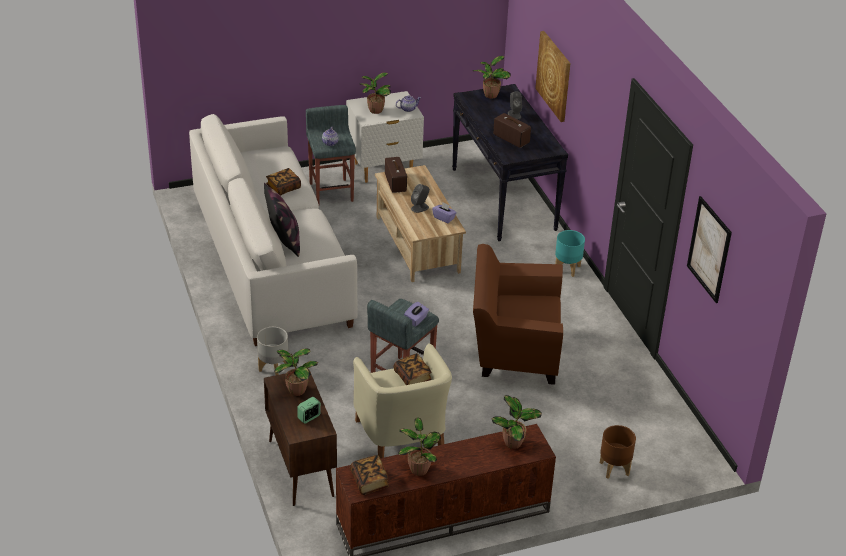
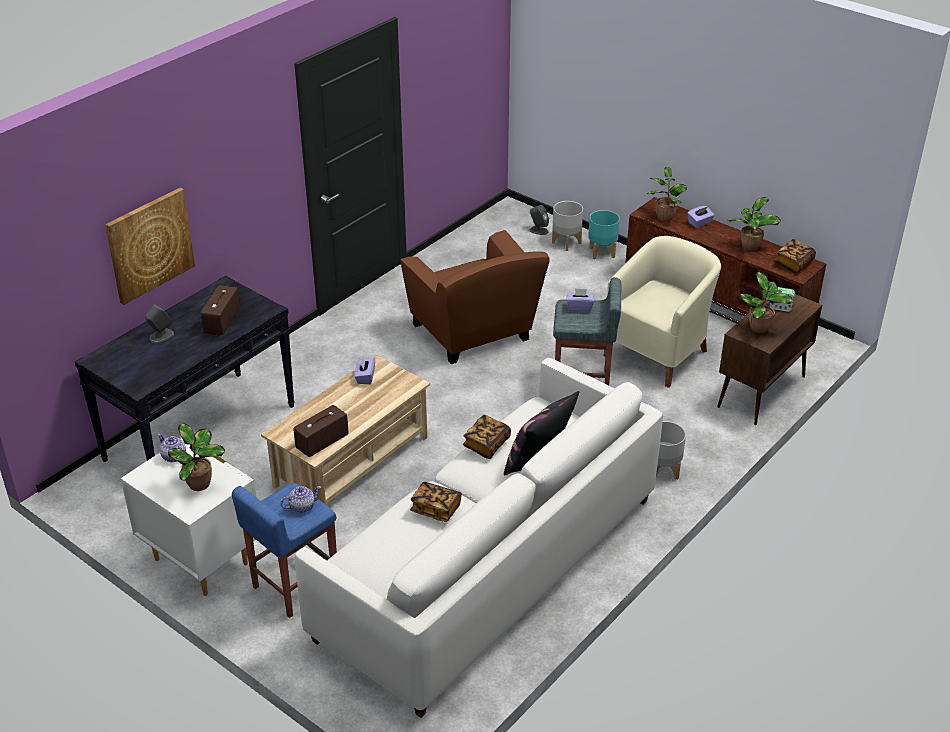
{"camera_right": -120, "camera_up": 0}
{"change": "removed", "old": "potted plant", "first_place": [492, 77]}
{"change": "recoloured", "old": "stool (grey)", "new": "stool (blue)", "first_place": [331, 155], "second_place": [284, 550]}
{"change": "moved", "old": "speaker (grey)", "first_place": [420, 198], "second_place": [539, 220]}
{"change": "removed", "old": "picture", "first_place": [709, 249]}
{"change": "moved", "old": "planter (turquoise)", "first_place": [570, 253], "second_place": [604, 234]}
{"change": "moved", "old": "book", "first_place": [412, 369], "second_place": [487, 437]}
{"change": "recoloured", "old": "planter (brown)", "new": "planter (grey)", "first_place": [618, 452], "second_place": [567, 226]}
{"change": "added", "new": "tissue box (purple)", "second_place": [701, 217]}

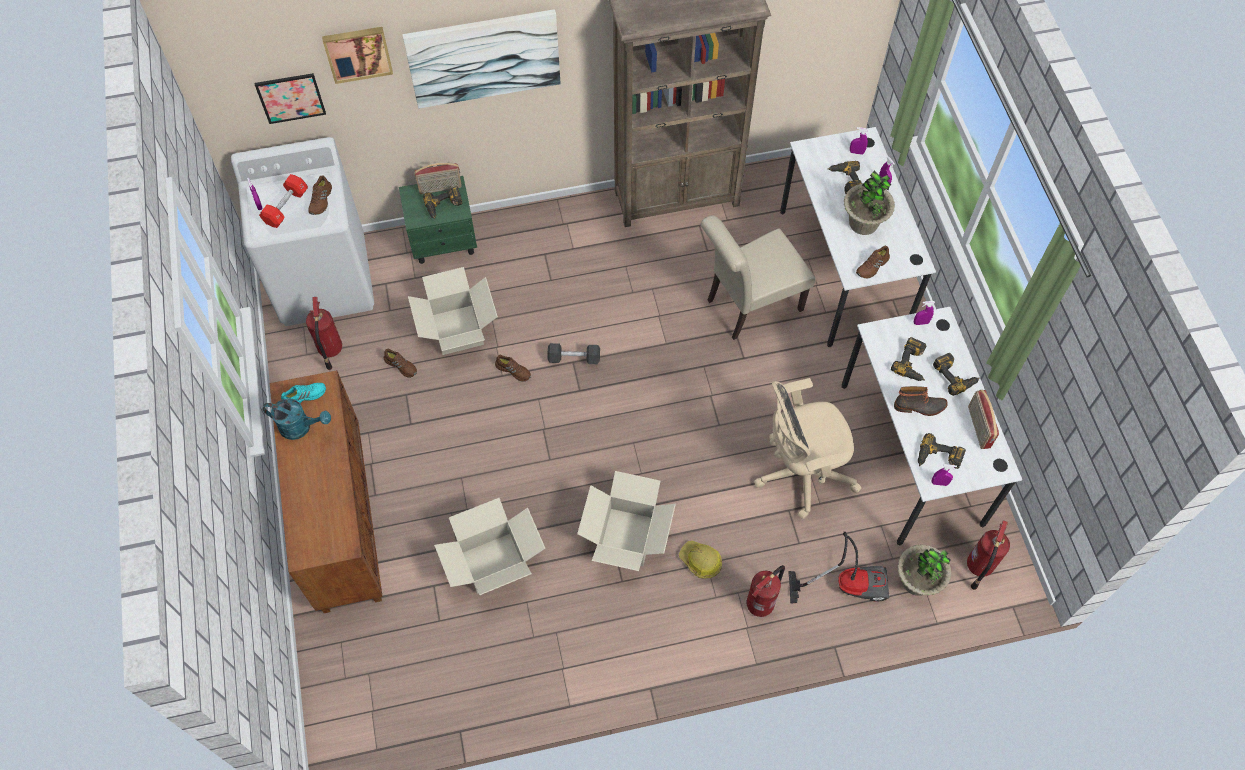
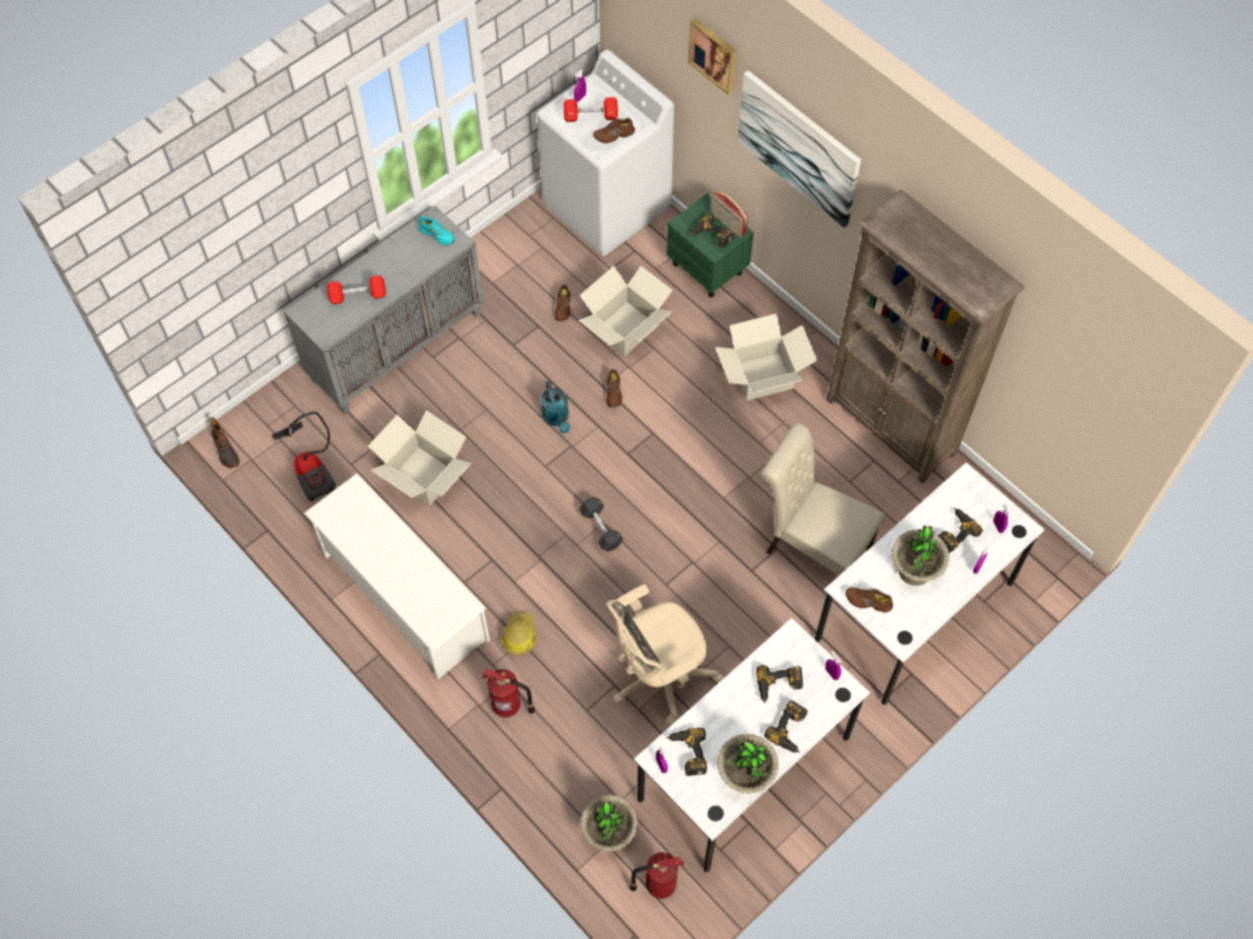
{"camera_right": 60, "camera_up": 0}
{"change": "removed", "old": "picture", "first_place": [290, 98]}
{"change": "removed", "old": "fire extinguisher", "first_place": [324, 333]}
{"change": "moved", "old": "dumbbell (black)", "first_place": [573, 353], "second_place": [601, 524]}
{"change": "recoloured", "old": "cabinet (brown)", "new": "cabinet (grey)", "first_place": [326, 491], "second_place": [384, 310]}
{"change": "turned", "old": "office chair (beige)", "first_place": [807, 448], "second_place": [666, 655], "degrees": -75}
{"change": "moved", "old": "boot", "first_place": [921, 401], "second_place": [225, 442]}
{"change": "replaced", "old": "radio", "new": "potted plant", "first_place": [983, 419], "second_place": [748, 764]}
{"change": "moved", "old": "watering can (turquoise)", "first_place": [296, 419], "second_place": [555, 407]}
{"change": "moved", "old": "cardboard box", "first_place": [626, 521], "second_place": [766, 357]}
{"change": "moved", "old": "vacuum cleaner", "first_place": [838, 567], "second_place": [304, 457]}
{"change": "added", "new": "dumbbell (red)", "second_place": [356, 290]}
{"change": "added", "new": "shoe rack (white)", "second_place": [397, 576]}

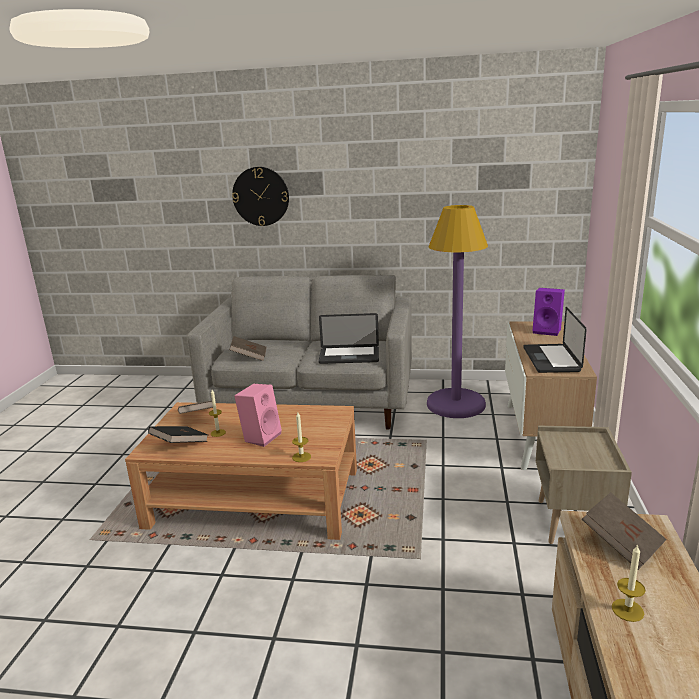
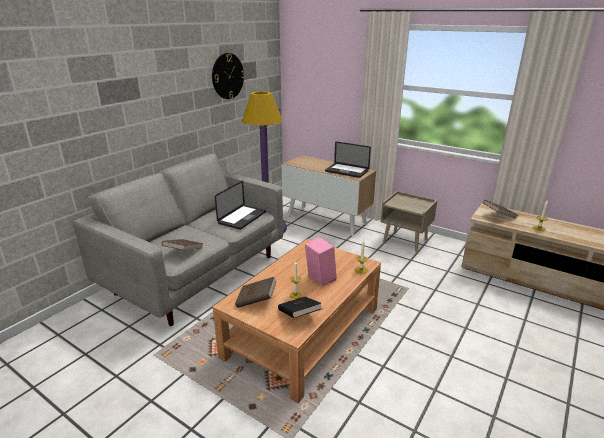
{"camera_right": -65, "camera_up": 5}
{"change": "moved", "old": "wall clock", "first_place": [260, 196], "second_place": [228, 76]}
{"change": "removed", "old": "speaker (purple)", "first_place": [548, 312]}

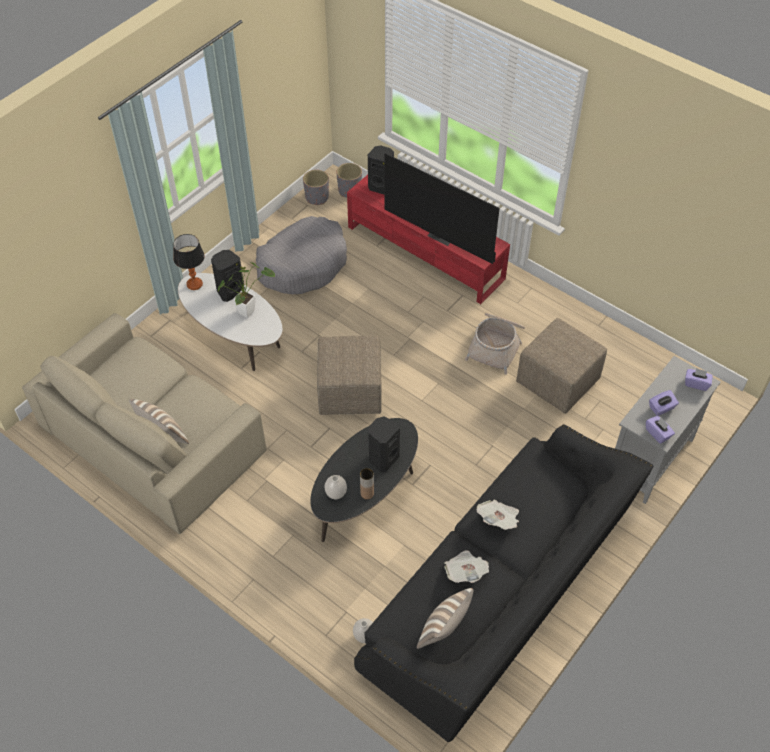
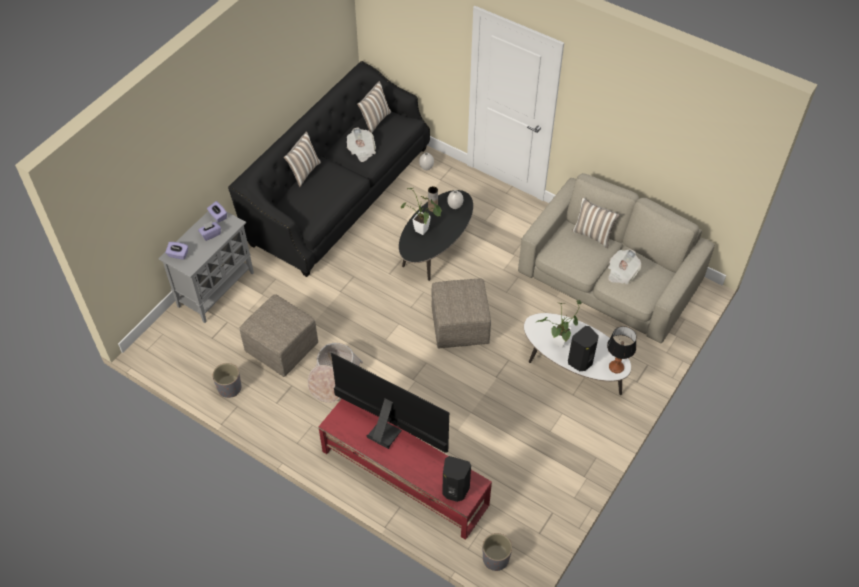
{"camera_right": 175, "camera_up": 0}
{"change": "moved", "old": "planter (grey)", "first_place": [316, 187], "second_place": [227, 380]}
{"change": "removed", "old": "dog bed (grey)", "first_place": [301, 255]}
{"change": "replaced", "old": "speaker (black)", "new": "potted plant", "first_place": [384, 444], "second_place": [421, 211]}
{"change": "moved", "old": "newspaper", "first_place": [498, 515], "second_place": [624, 266]}
{"change": "added", "new": "pillow", "second_place": [302, 159]}

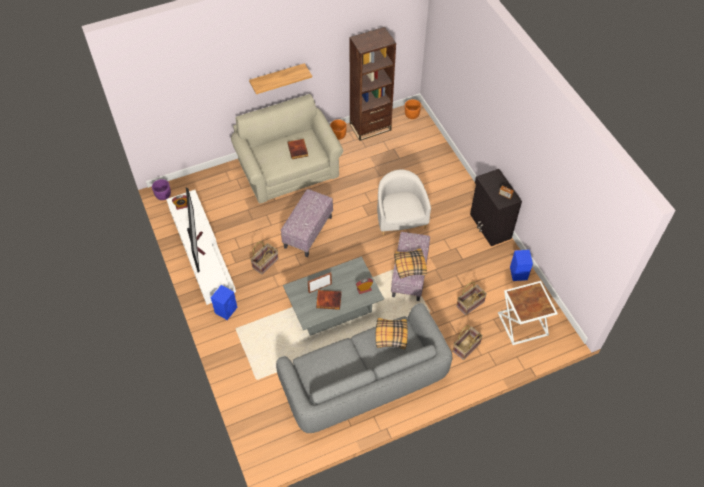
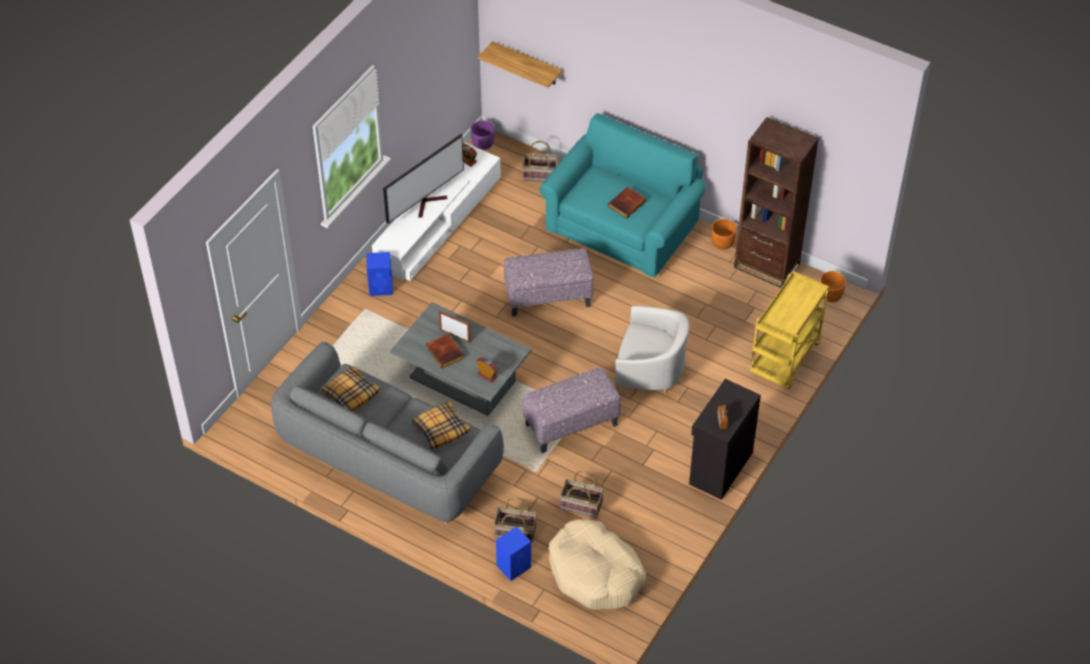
{"camera_right": 55, "camera_up": -5}
{"change": "moved", "old": "shelf", "first_place": [280, 78], "second_place": [520, 64]}
{"change": "recoloured", "old": "sofa (beige)", "new": "sofa (turquoise)", "first_place": [287, 149], "second_place": [623, 195]}
{"change": "turned", "old": "armchair (white)", "first_place": [404, 202], "second_place": [652, 349], "degrees": 60}
{"change": "moved", "old": "basket", "first_place": [264, 258], "second_place": [540, 161]}
{"change": "moved", "old": "pillow", "first_place": [410, 263], "second_place": [350, 388]}
{"change": "moved", "old": "speaker (blue)", "first_place": [521, 265], "second_place": [513, 554]}
{"change": "replaced", "old": "side table (white)", "new": "dog bed (beige)", "first_place": [528, 313], "second_place": [597, 564]}
{"change": "added", "new": "cart (yellow)", "second_place": [789, 330]}

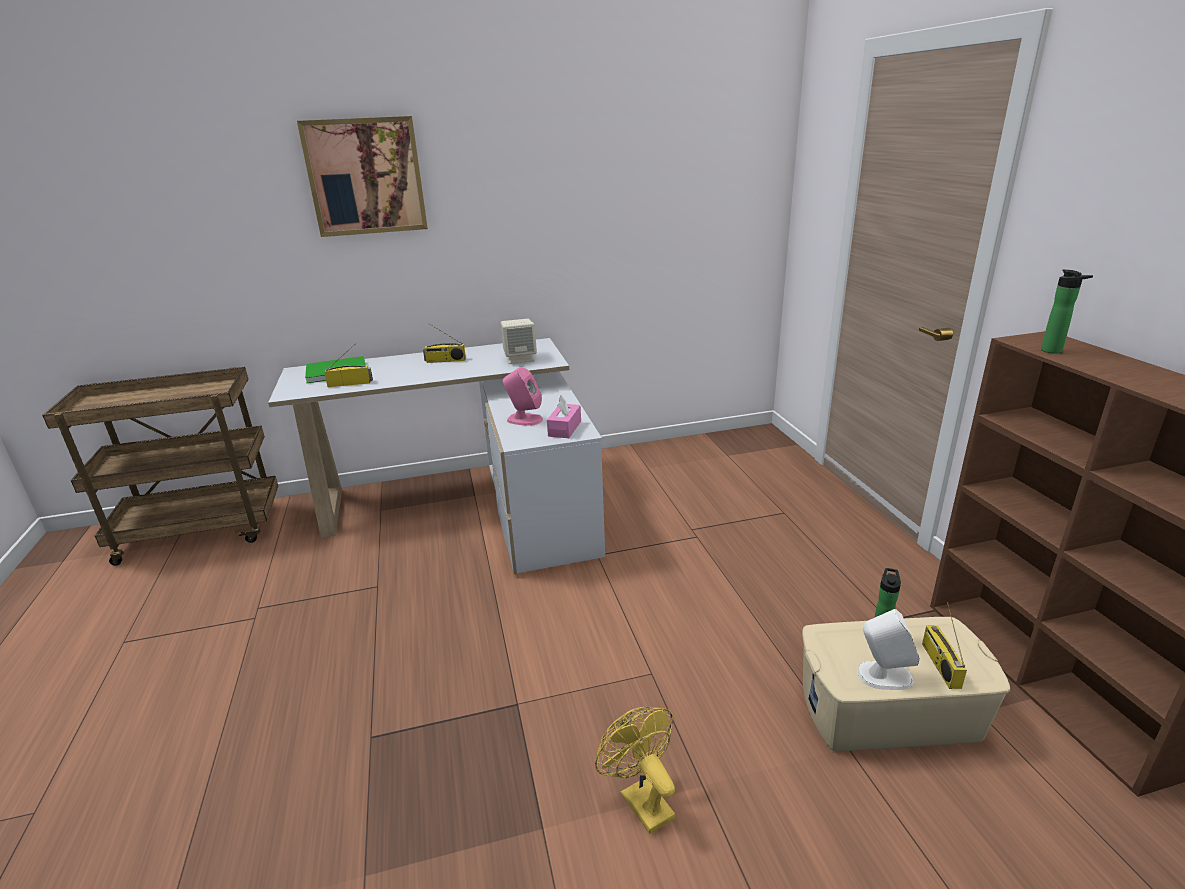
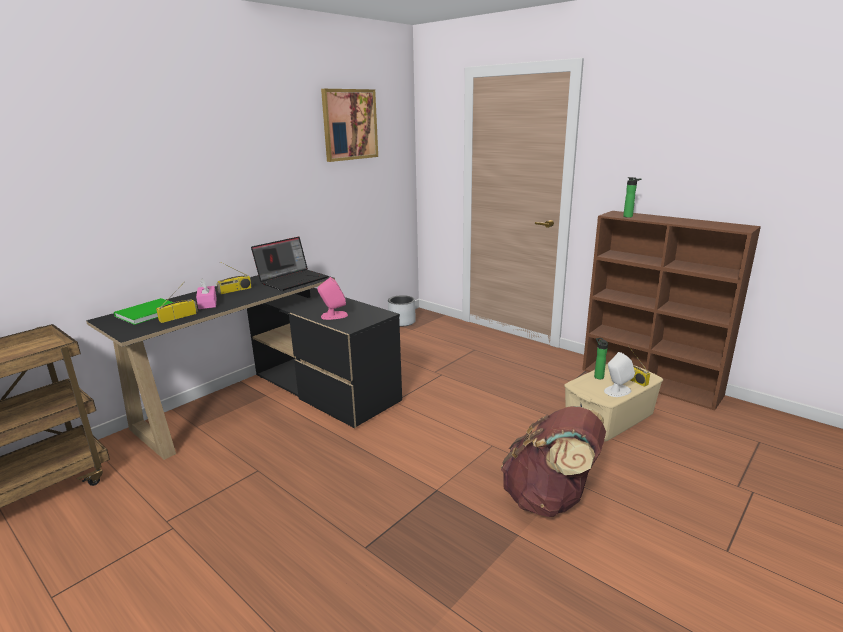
{"camera_right": -35, "camera_up": -5}
{"change": "moved", "old": "picture", "first_place": [362, 176], "second_place": [349, 125]}
{"change": "replaced", "old": "speaker (beige)", "new": "laptop", "first_place": [519, 341], "second_place": [289, 263]}
{"change": "recoloured", "old": "desk (white)", "new": "desk (black)", "first_place": [436, 456], "second_place": [244, 367]}
{"change": "moved", "old": "tissue box (pink)", "first_place": [564, 416], "second_place": [206, 294]}
{"change": "replaced", "old": "fan (yellow)", "new": "backpack (brown)", "first_place": [635, 770], "second_place": [553, 461]}
{"change": "added", "new": "planter (grey)", "second_place": [402, 311]}

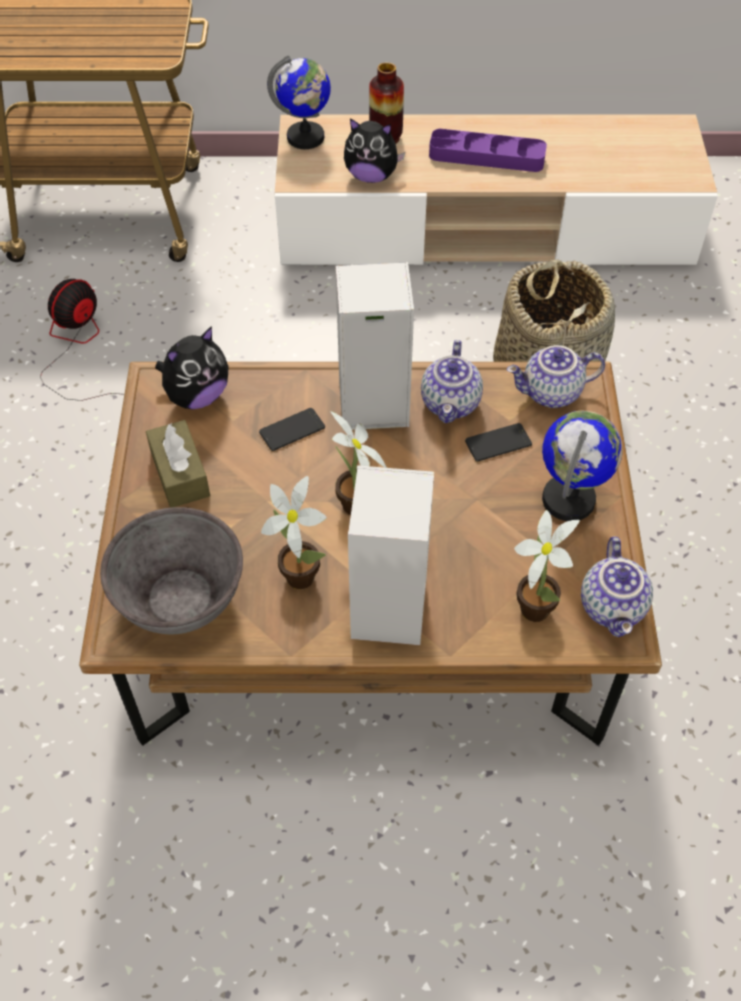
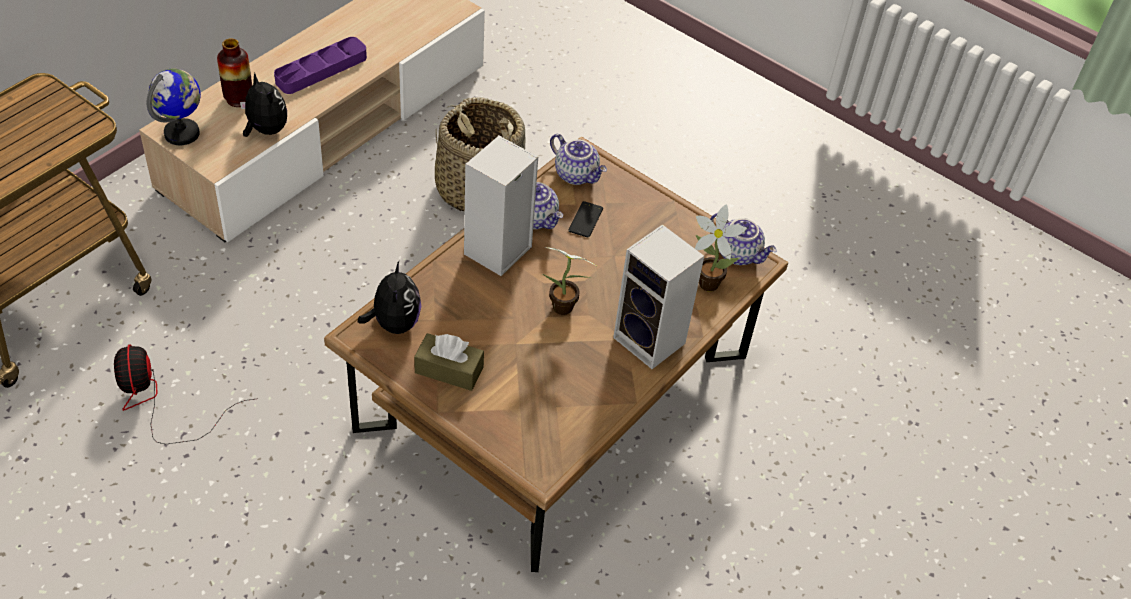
{"camera_right": -55, "camera_up": -5}
{"change": "turned", "old": "plush toy", "first_place": [374, 150], "second_place": [263, 105], "degrees": -90}
{"change": "turned", "old": "teapot", "first_place": [556, 376], "second_place": [578, 159], "degrees": -75}
{"change": "removed", "old": "phone", "first_place": [292, 429]}
{"change": "removed", "old": "globe", "first_place": [582, 466]}
{"change": "removed", "old": "potted plant", "first_place": [294, 532]}
{"change": "removed", "old": "bowl (grey)", "first_place": [171, 570]}

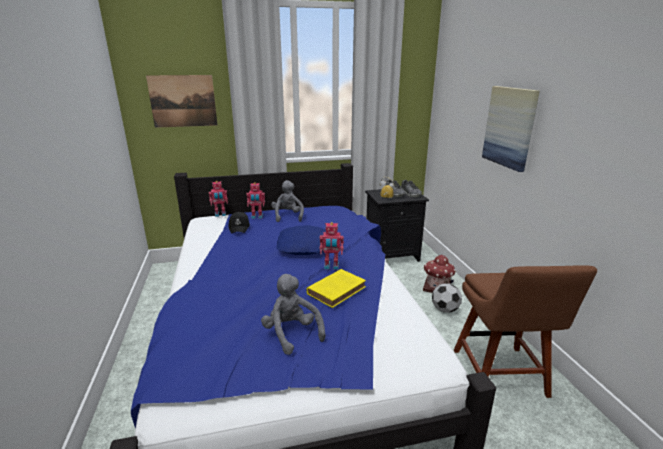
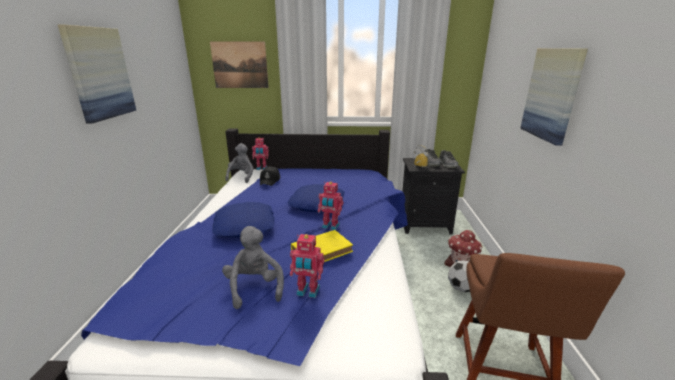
{"camera_right": 15, "camera_up": 0}
{"change": "moved", "old": "plush toy (grey)", "first_place": [287, 201], "second_place": [239, 163]}
{"change": "moved", "old": "toy robot", "first_place": [255, 200], "second_place": [307, 266]}
{"change": "added", "new": "picture", "second_place": [97, 74]}
{"change": "added", "new": "pillow (blue)", "second_place": [243, 220]}

